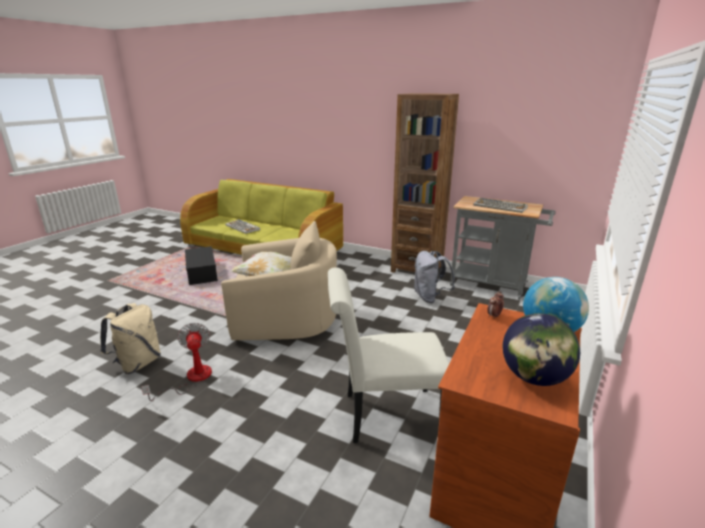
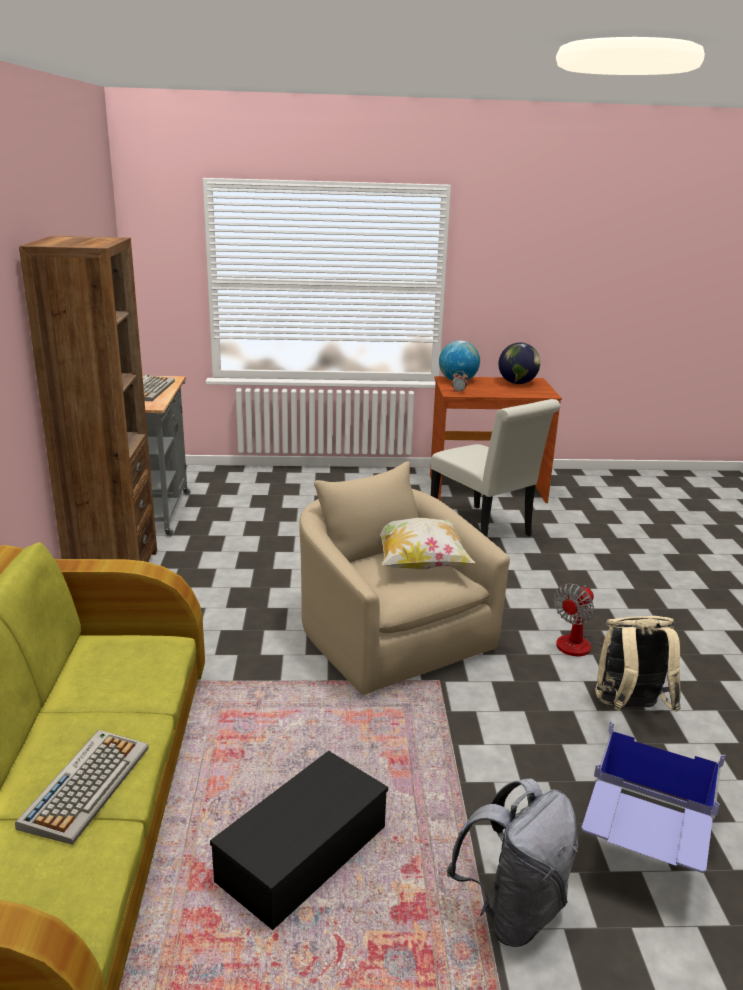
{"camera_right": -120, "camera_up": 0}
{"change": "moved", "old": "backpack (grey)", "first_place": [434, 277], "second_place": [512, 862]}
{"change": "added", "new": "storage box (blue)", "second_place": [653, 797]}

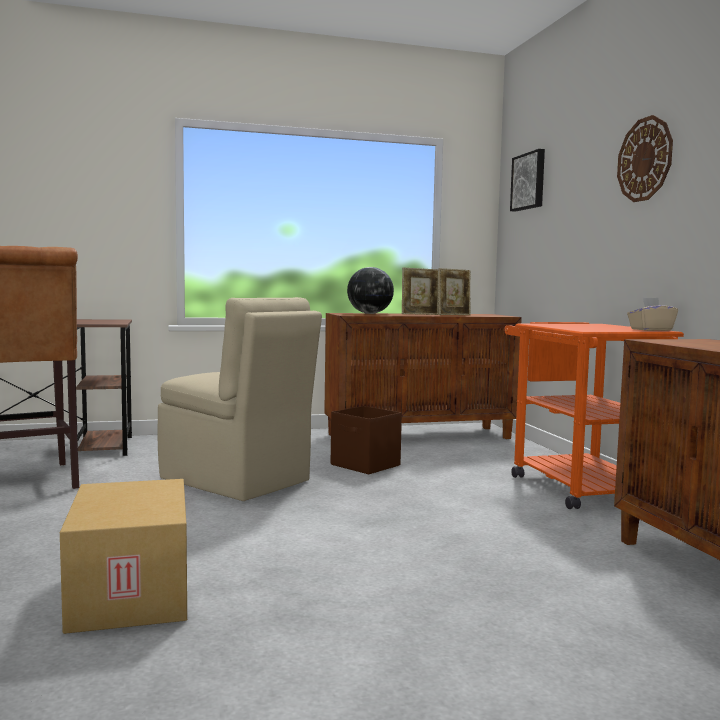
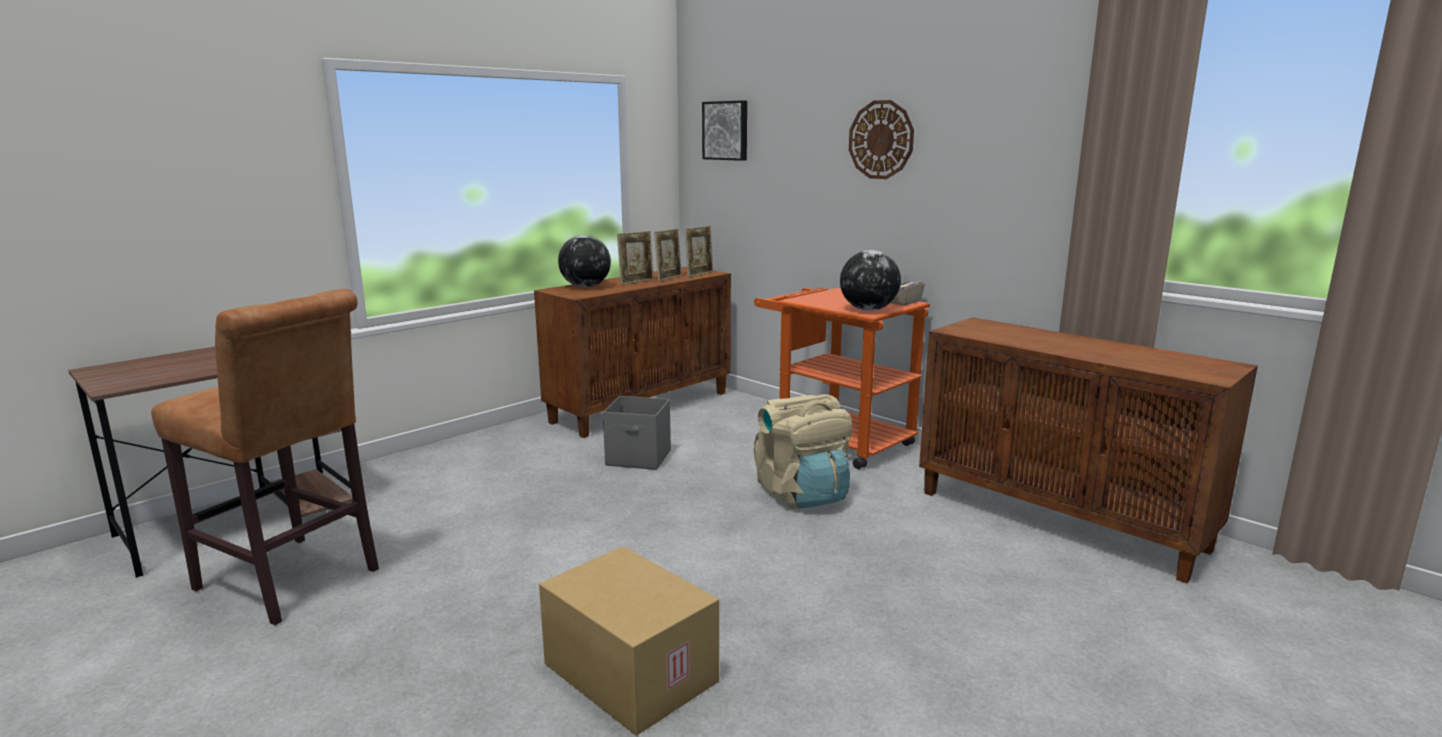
{"camera_right": -30, "camera_up": 10}
{"change": "removed", "old": "chair (beige)", "first_place": [240, 399]}
{"change": "recoloured", "old": "storage box (brown)", "new": "storage box (grey)", "first_place": [366, 440], "second_place": [637, 433]}
{"change": "added", "new": "picture frame", "second_place": [699, 251]}
{"change": "added", "new": "globe", "second_place": [870, 280]}
{"change": "added", "new": "backpack (beige)", "second_place": [803, 451]}

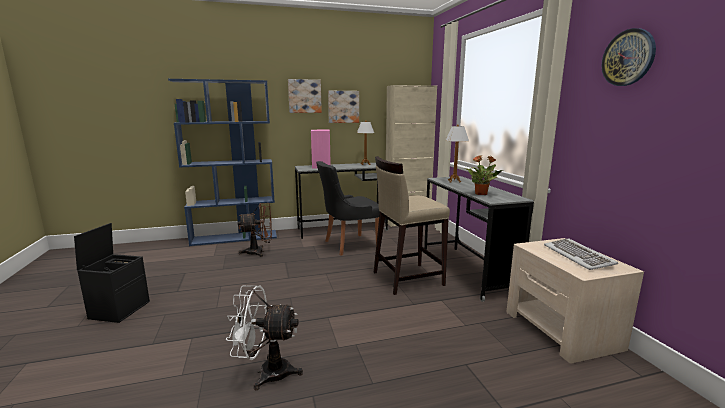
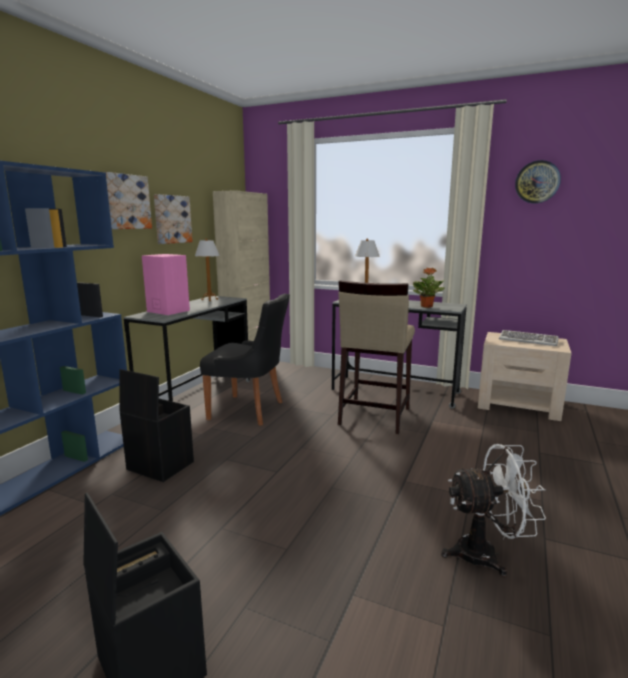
{"camera_right": -50, "camera_up": 0}
{"change": "turned", "old": "chair (black)", "first_place": [348, 208], "second_place": [245, 360], "degrees": -90}
{"change": "replaced", "old": "fan (brown)", "new": "storage box (black)", "first_place": [254, 230], "second_place": [157, 425]}
{"change": "turned", "old": "fan (white)", "first_place": [264, 337], "second_place": [493, 510], "degrees": -135}

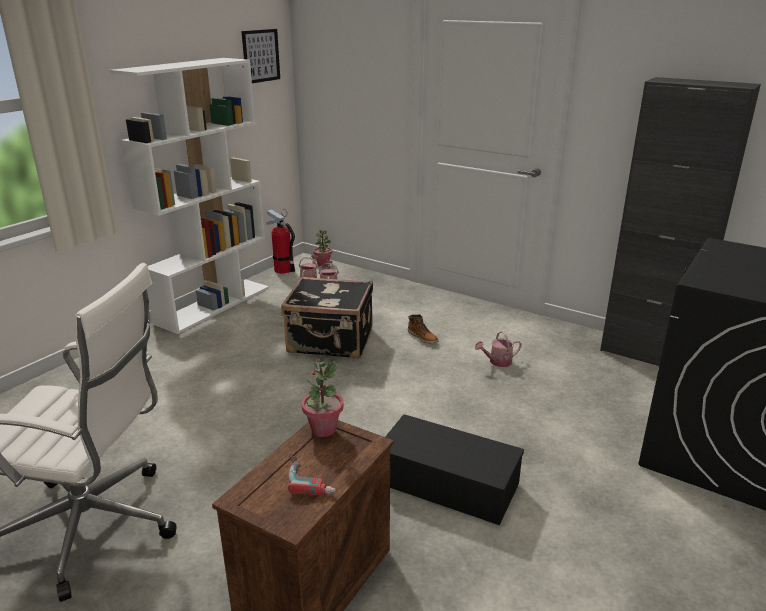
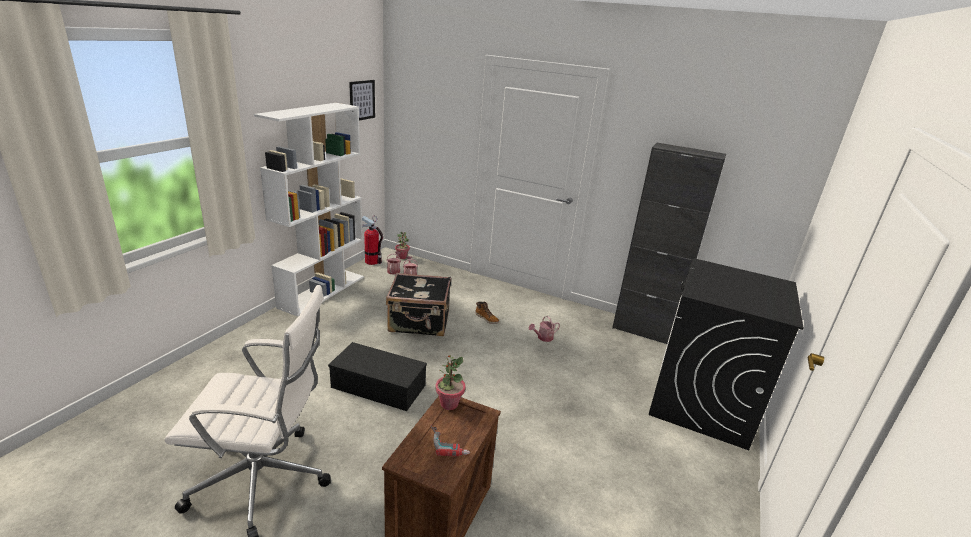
{"camera_right": -10, "camera_up": 0}
{"change": "moved", "old": "storage box (black)", "first_place": [454, 469], "second_place": [377, 376]}

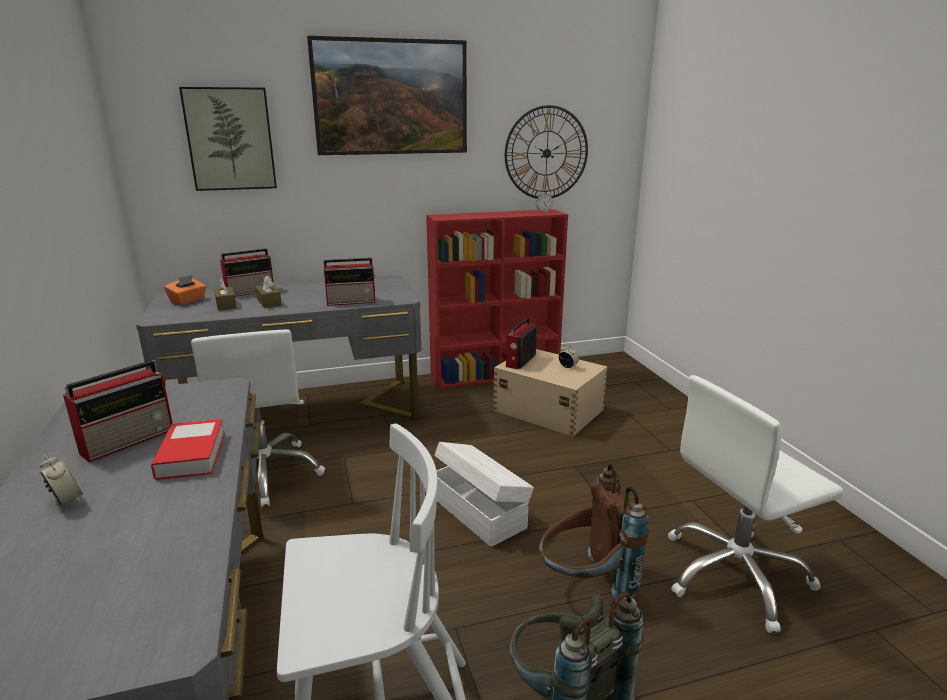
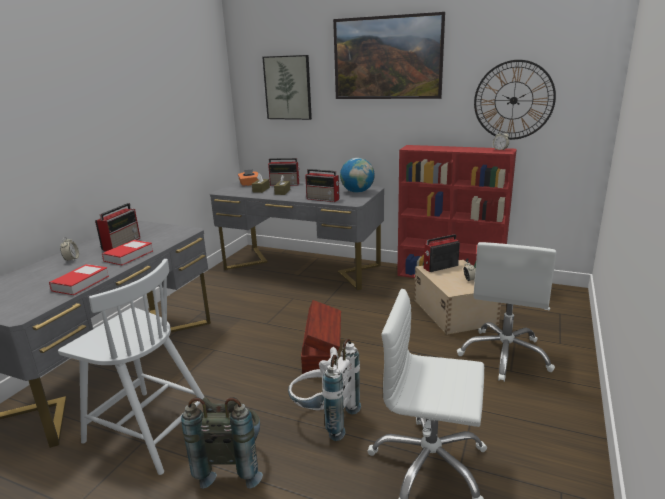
{"camera_right": 40, "camera_up": 0}
{"change": "moved", "old": "office chair (white)", "first_place": [258, 418], "second_place": [506, 312]}
{"change": "turned", "old": "radio", "first_place": [118, 411], "second_place": [117, 227], "degrees": -60}
{"change": "recoloured", "old": "storage box (white)", "new": "storage box (brown)", "first_place": [484, 494], "second_place": [321, 337]}
{"change": "recoloured", "old": "backpack (brown)", "new": "backpack (white)", "first_place": [594, 531], "second_place": [324, 390]}
{"change": "added", "new": "globe", "second_place": [357, 175]}
{"change": "added", "new": "book", "second_place": [79, 279]}

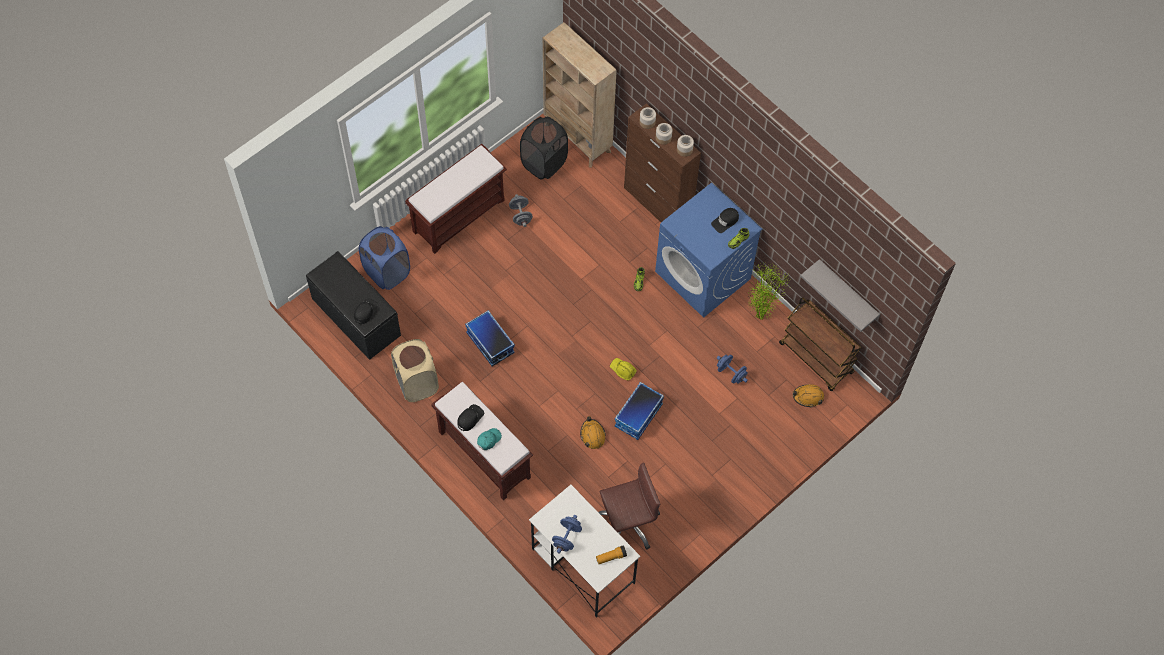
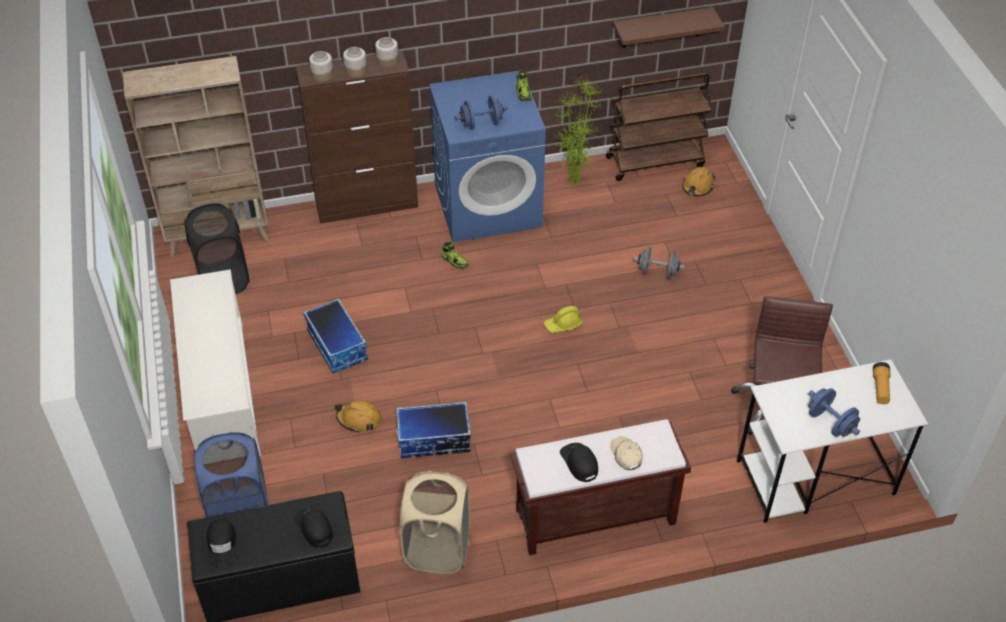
{"camera_right": -60, "camera_up": -15}
{"change": "replaced", "old": "bench (brown)", "new": "shoe rack (white)", "first_place": [456, 199], "second_place": [215, 362]}
{"change": "moved", "old": "dumbbell (grey)", "first_place": [521, 210], "second_place": [659, 263]}
{"change": "moved", "old": "cap (black)", "first_place": [725, 220], "second_place": [222, 543]}
{"change": "recoloured", "old": "shelf (grey)", "new": "shelf (brown)", "first_place": [840, 295], "second_place": [669, 27]}
{"change": "moved", "old": "dumbbell (blue)", "first_place": [732, 369], "second_place": [481, 113]}
{"change": "moved", "old": "storage box", "first_place": [639, 411], "second_place": [335, 336]}
{"change": "moved", "old": "hard hat (orange)", "first_place": [593, 432], "second_place": [358, 416]}
{"change": "recoloured", "old": "cap (turquoise)", "new": "cap (beige)", "first_place": [489, 439], "second_place": [626, 453]}

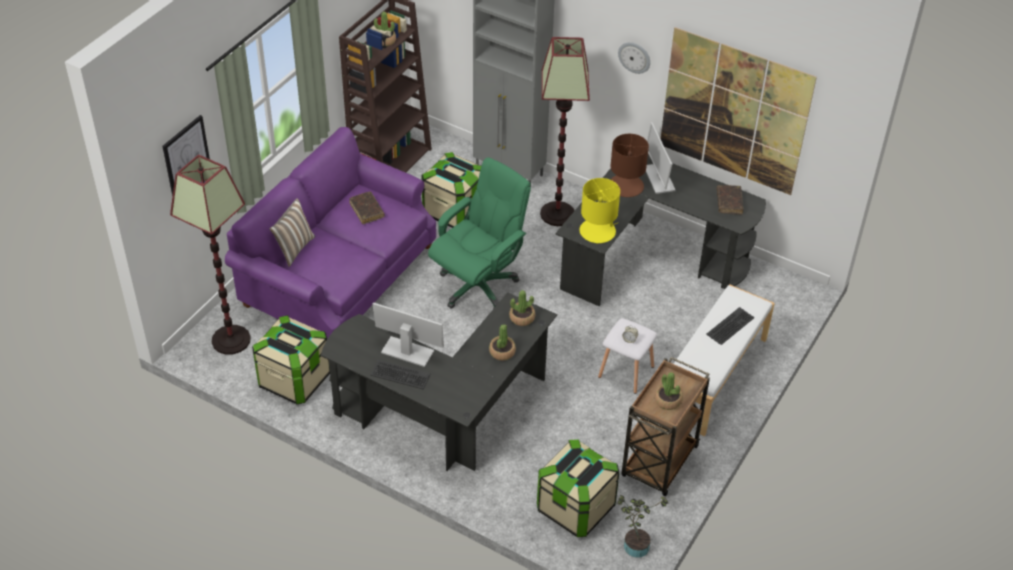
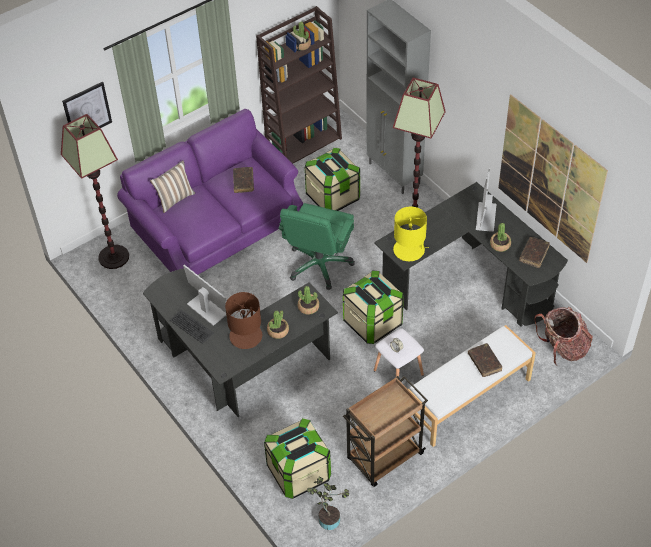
{"camera_right": 25, "camera_up": 5}
{"change": "removed", "old": "wall clock", "first_place": [634, 58]}
{"change": "moved", "old": "table lamp (brown)", "first_place": [630, 165], "second_place": [243, 320]}
{"change": "turned", "old": "office chair (green)", "first_place": [479, 233], "second_place": [316, 246], "degrees": 135}
{"change": "replaced", "old": "keyboard", "new": "book (brown)", "first_place": [730, 326], "second_place": [485, 360]}
{"change": "moved", "old": "storage box", "first_place": [291, 360], "second_place": [373, 307]}
{"change": "moved", "old": "potted plant", "first_place": [669, 391], "second_place": [500, 237]}
{"change": "added", "new": "backpack", "second_place": [564, 336]}

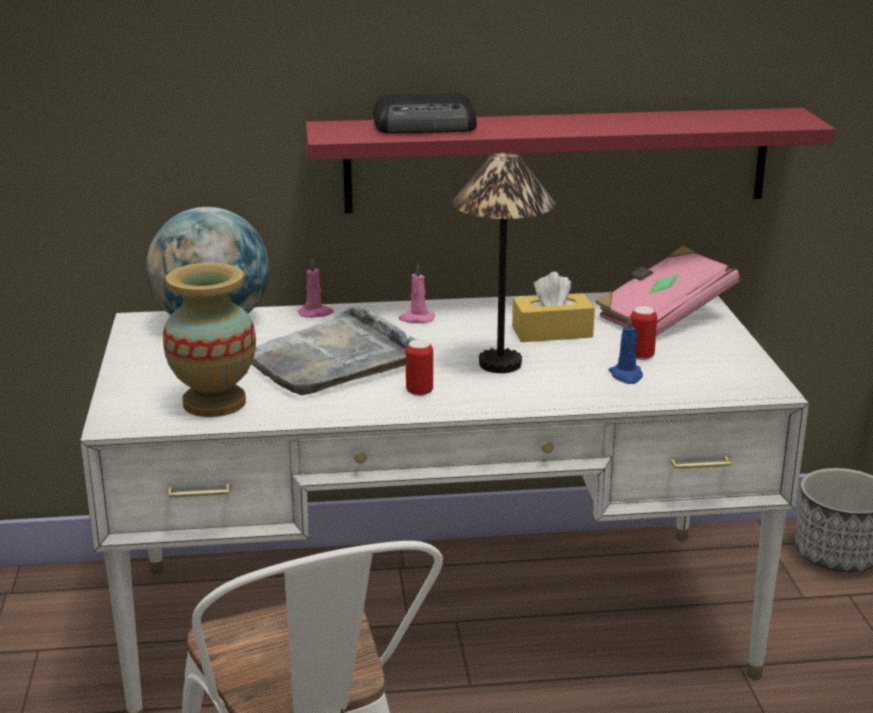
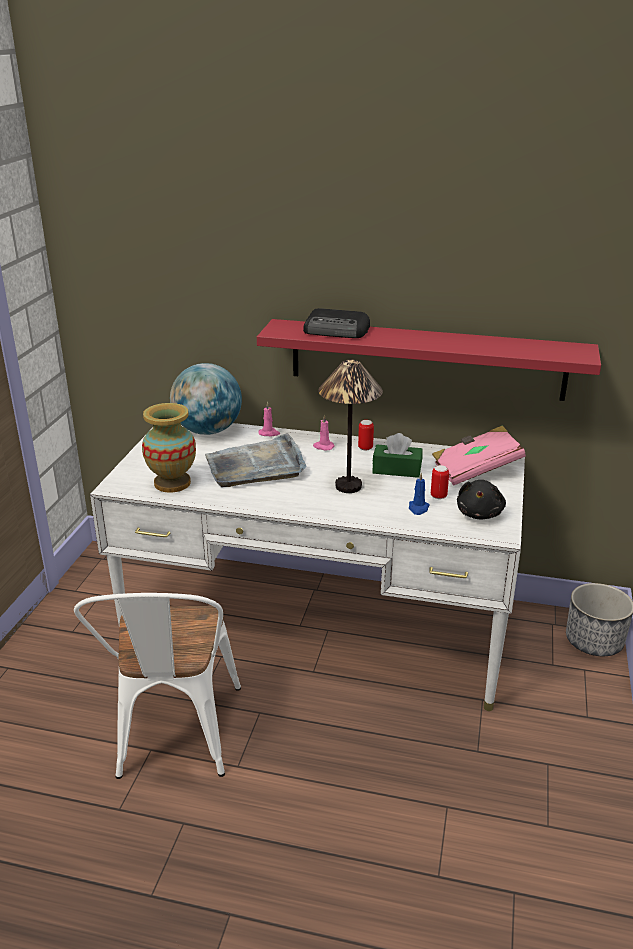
{"camera_right": 20, "camera_up": 5}
{"change": "recoloured", "old": "tissue box (yellow)", "new": "tissue box (green)", "first_place": [553, 307], "second_place": [397, 455]}
{"change": "moved", "old": "can", "first_place": [419, 367], "second_place": [366, 435]}
{"change": "added", "new": "plush toy (black)", "second_place": [481, 499]}

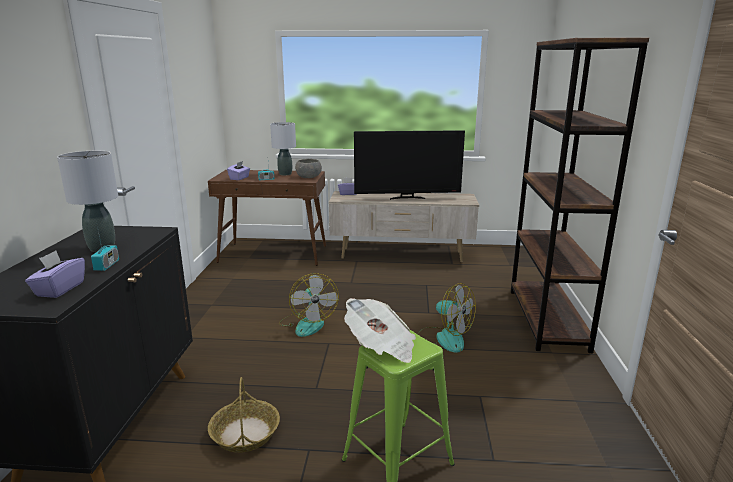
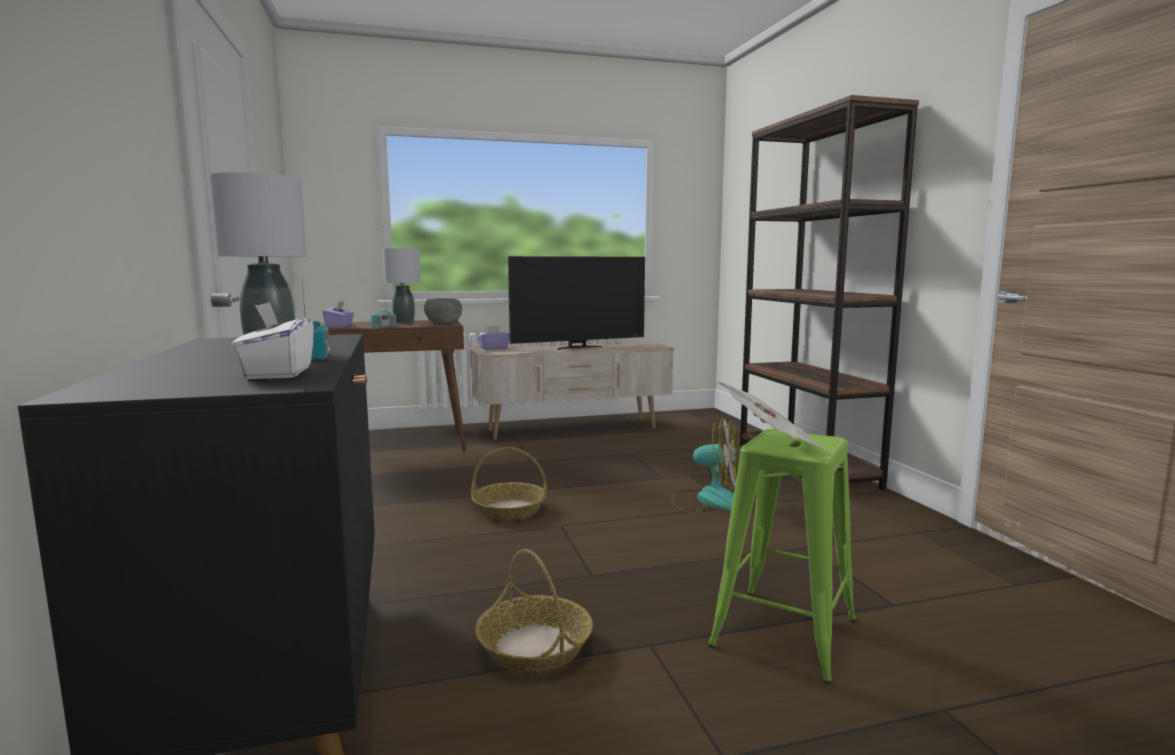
{"camera_right": -20, "camera_up": -10}
{"change": "recoloured", "old": "tissue box (purple)", "new": "tissue box (white)", "first_place": [55, 274], "second_place": [273, 340]}
{"change": "replaced", "old": "fan", "new": "basket", "first_place": [309, 305], "second_place": [509, 483]}

